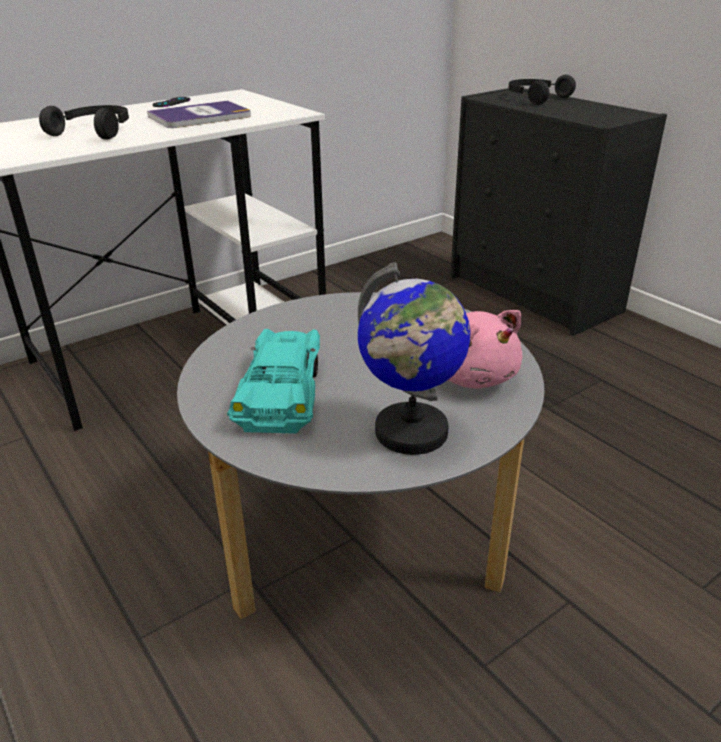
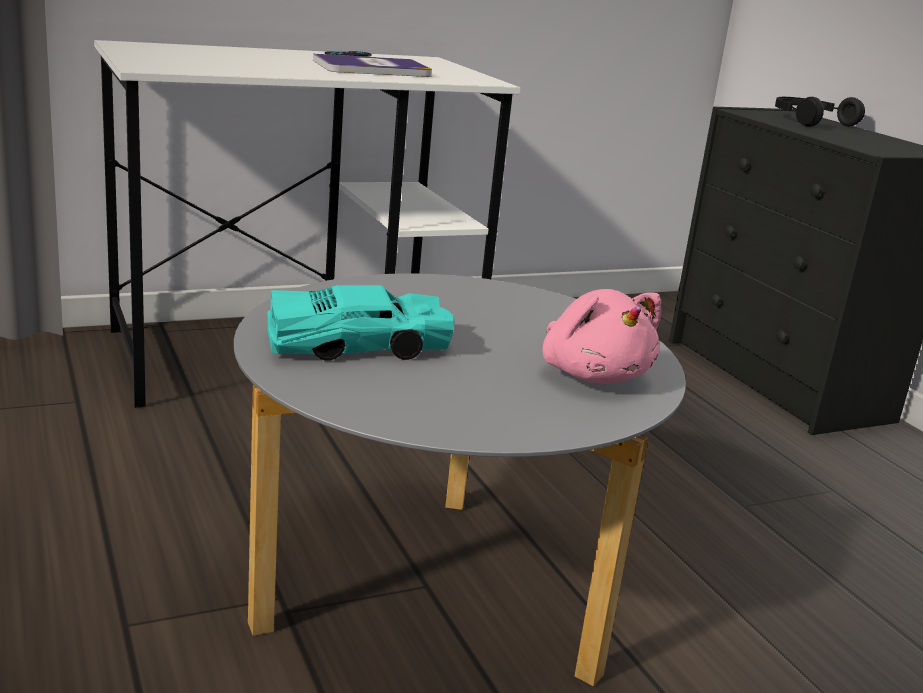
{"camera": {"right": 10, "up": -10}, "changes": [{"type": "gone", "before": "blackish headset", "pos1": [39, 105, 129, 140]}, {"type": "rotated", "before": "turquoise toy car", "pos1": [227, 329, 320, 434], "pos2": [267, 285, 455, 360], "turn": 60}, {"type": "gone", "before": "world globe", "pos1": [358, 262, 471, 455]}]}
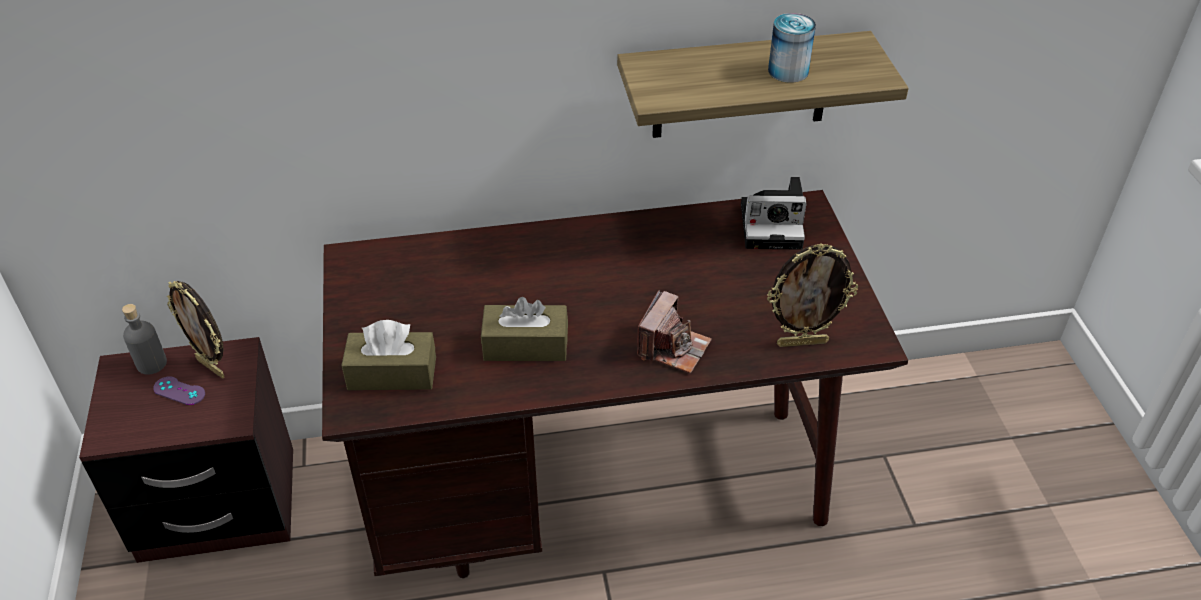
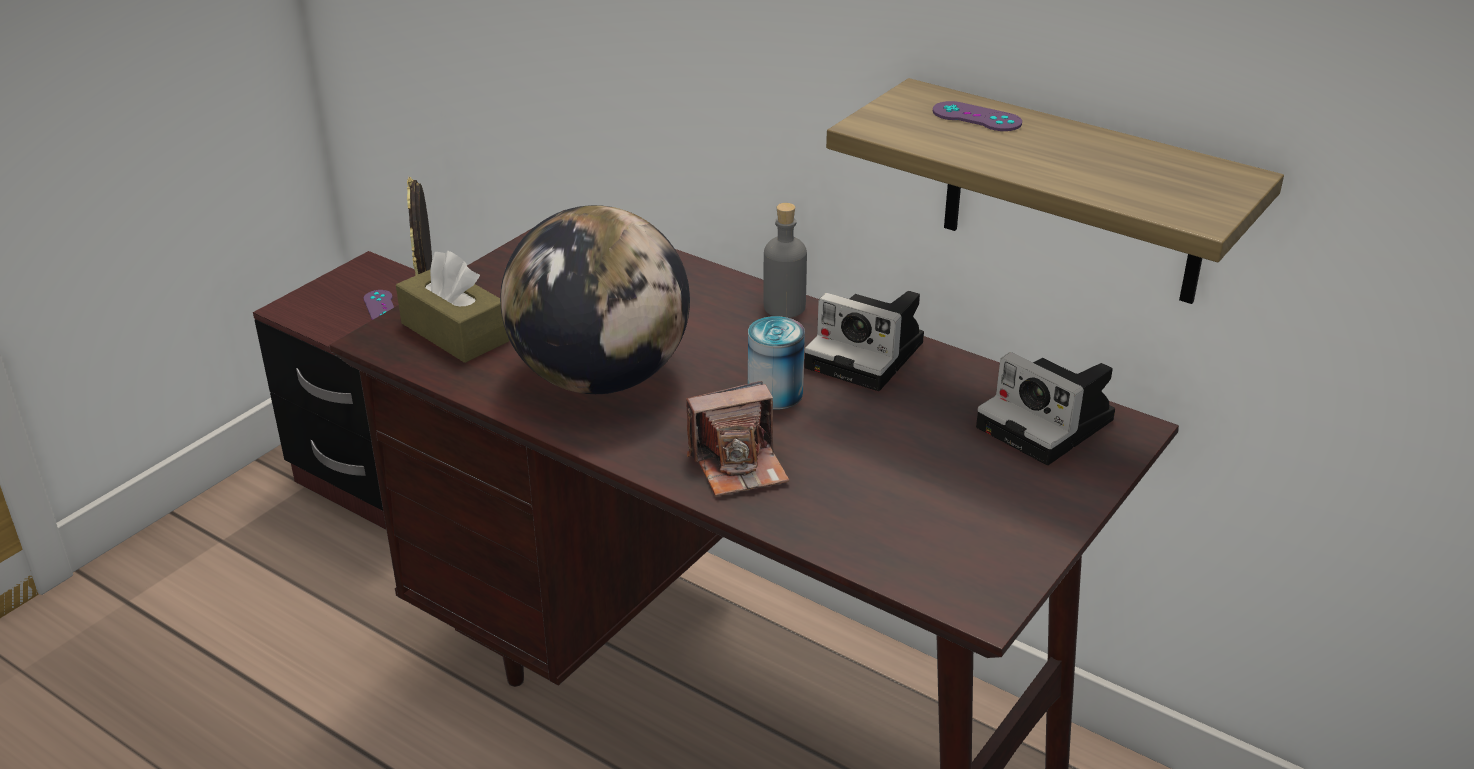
{"camera": {"right": 45, "up": -10}, "changes": [{"type": "shifted", "before": "gray drink bottle", "pos1": [122, 304, 167, 375], "pos2": [764, 203, 807, 318]}, {"type": "swapped", "before": "brownish box of tissues", "after": "world globe", "pos1": [481, 297, 568, 361], "pos2": [500, 205, 690, 394]}, {"type": "gone", "before": "standing frame", "pos1": [767, 243, 858, 347]}, {"type": "shifted", "before": "can", "pos1": [768, 13, 816, 83], "pos2": [748, 316, 805, 410]}, {"type": "new", "after": "still camera", "pos2": [804, 291, 924, 391]}, {"type": "new", "after": "purple game controller", "pos2": [933, 101, 1022, 131]}]}
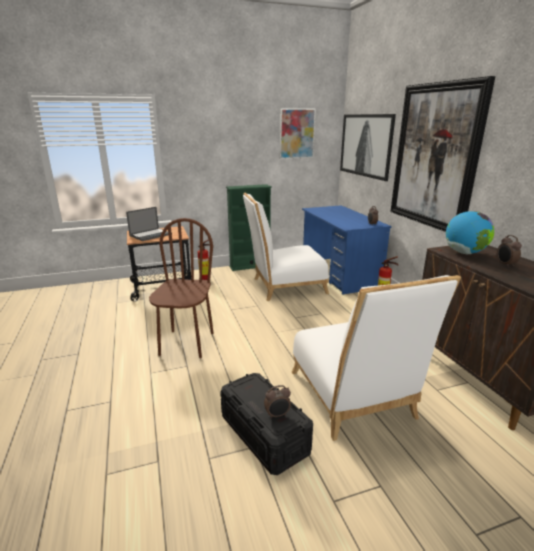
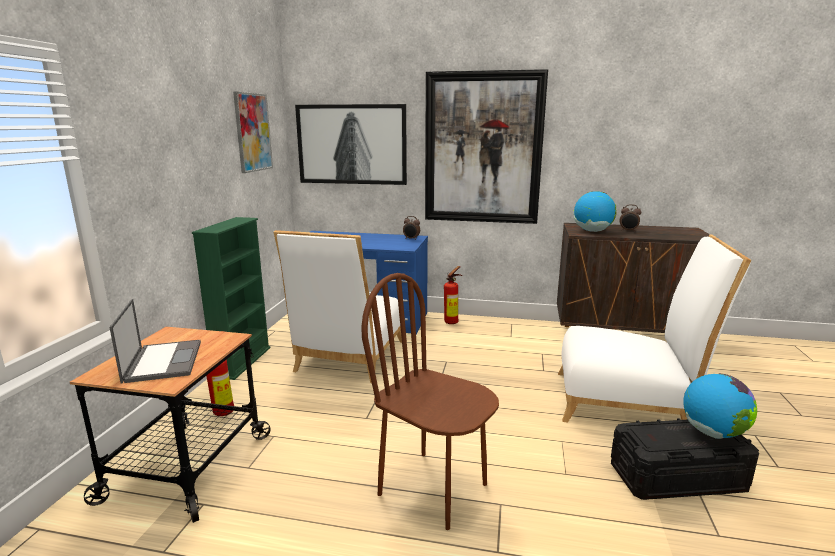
{"camera": {"right": -60, "up": -5}, "changes": [{"type": "swapped", "before": "bedside clock", "after": "world globe", "pos1": [264, 385, 291, 419], "pos2": [683, 373, 757, 439]}]}
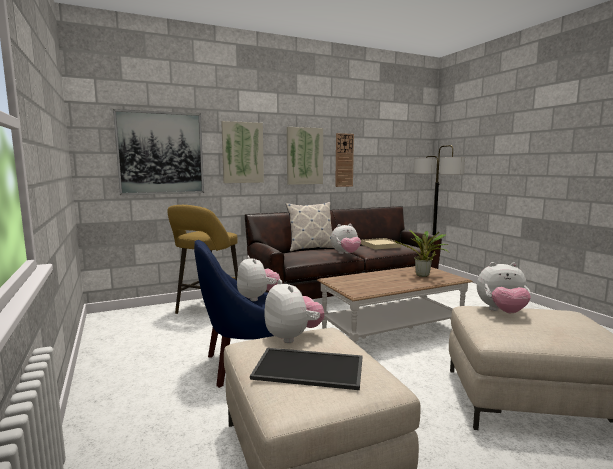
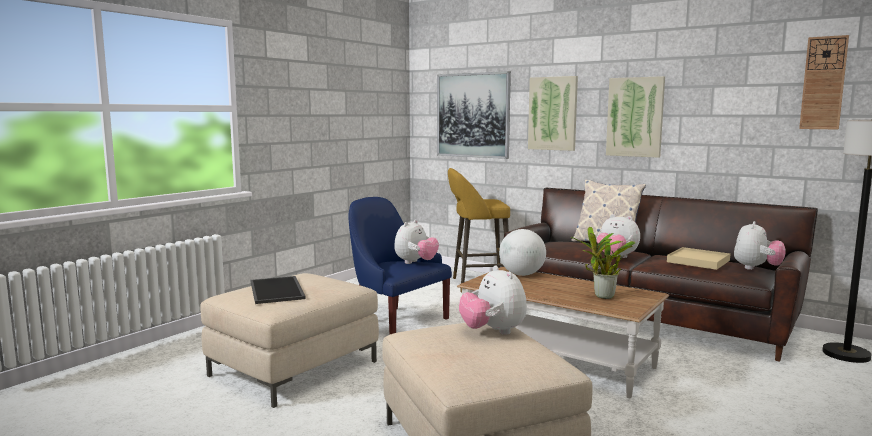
{"camera": {"right": 60, "up": 0}, "changes": [{"type": "shifted", "before": "cuddly toy", "pos1": [265, 279, 324, 343], "pos2": [734, 221, 786, 270]}, {"type": "shifted", "before": "wall clock", "pos1": [335, 133, 354, 187], "pos2": [799, 35, 849, 130]}, {"type": "new", "after": "world globe", "pos2": [499, 229, 546, 276]}]}
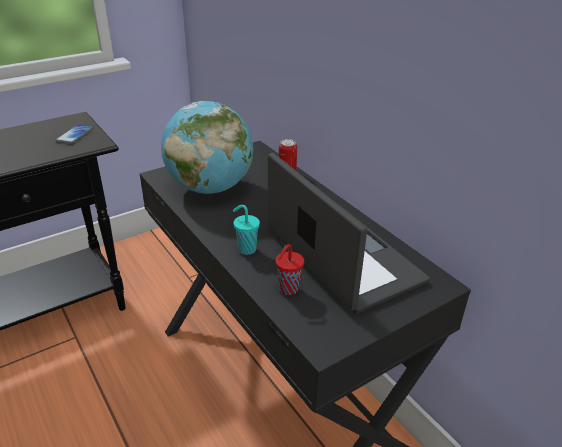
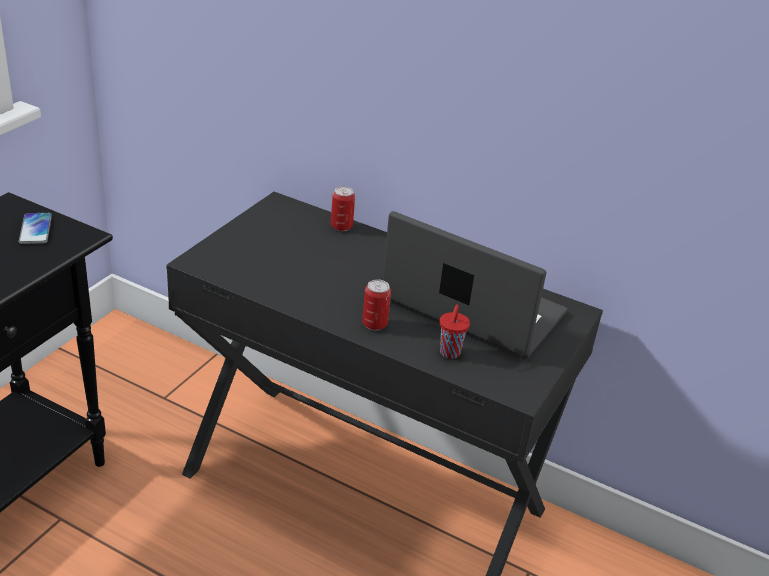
{"camera": {"right": -30, "up": 0}, "changes": [{"type": "gone", "before": "world globe", "pos1": [161, 101, 254, 194]}, {"type": "swapped", "before": "turquoise cup", "after": "can", "pos1": [233, 205, 260, 255], "pos2": [362, 280, 391, 331]}]}
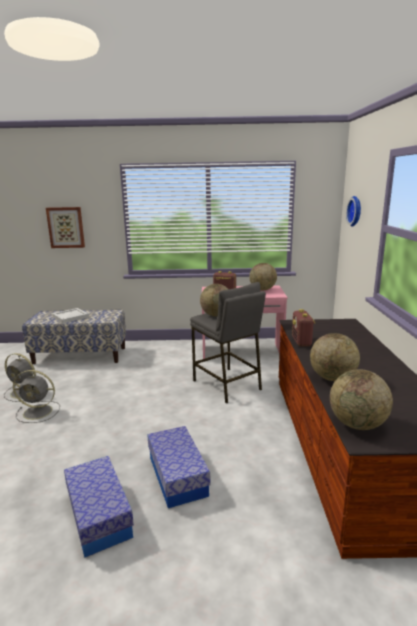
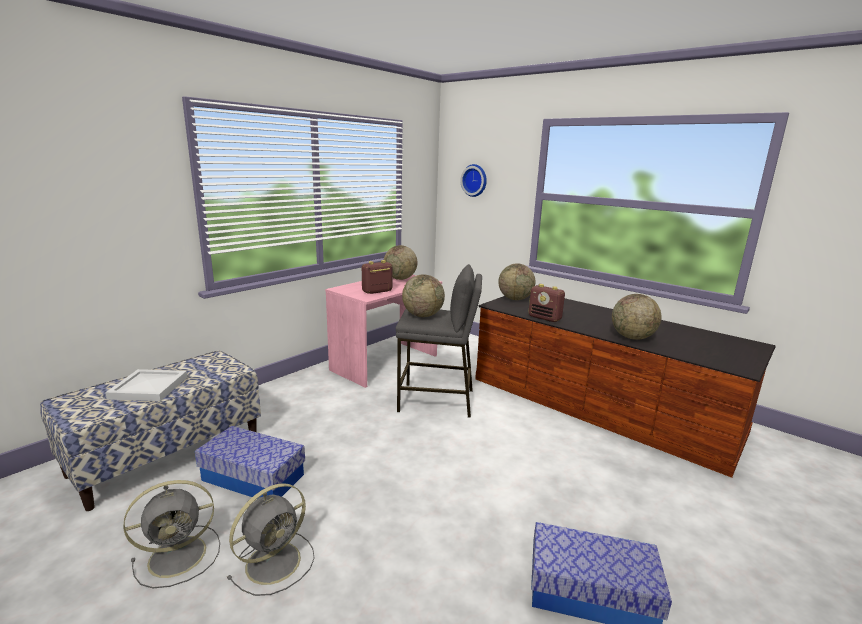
{"camera": {"right": -50, "up": 0}, "changes": [{"type": "gone", "before": "wall picture", "pos1": [46, 207, 85, 248]}, {"type": "shifted", "before": "storage container", "pos1": [147, 426, 211, 508], "pos2": [195, 426, 305, 499]}, {"type": "shifted", "before": "world globe", "pos1": [330, 369, 393, 430], "pos2": [498, 263, 535, 300]}]}
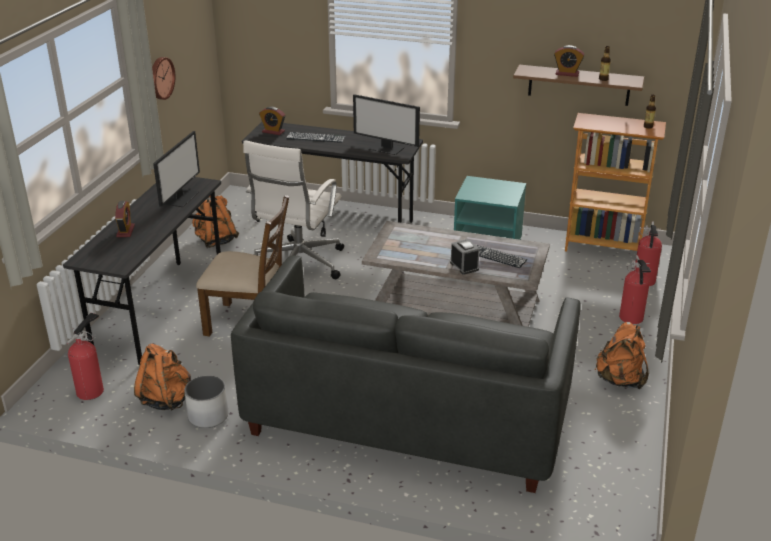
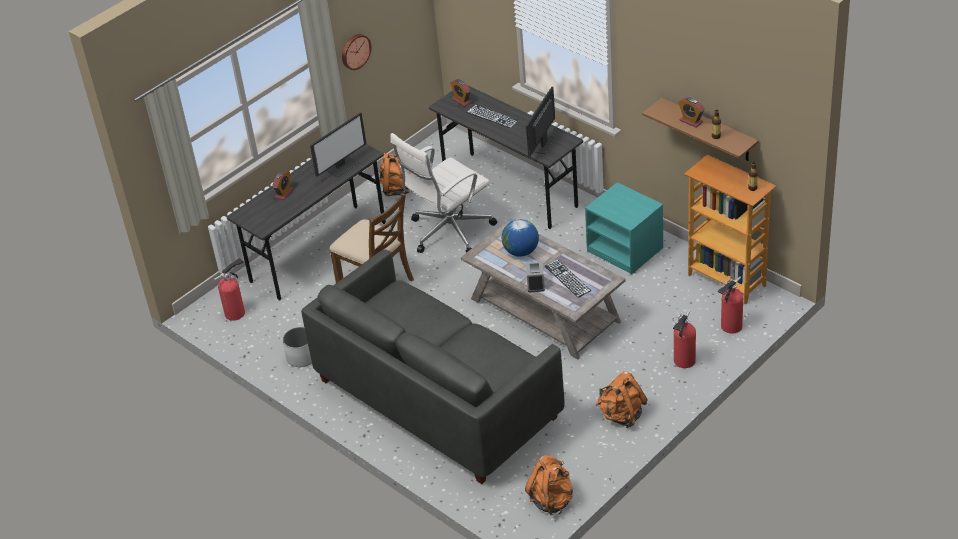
{"camera": {"right": 30, "up": 10}, "changes": [{"type": "shifted", "before": "orange knapsack", "pos1": [134, 344, 191, 411], "pos2": [525, 455, 573, 515]}, {"type": "rotated", "before": "computer display", "pos1": [353, 94, 420, 155], "pos2": [526, 87, 556, 157], "turn": 60}, {"type": "new", "after": "world globe", "pos2": [502, 219, 539, 257]}]}
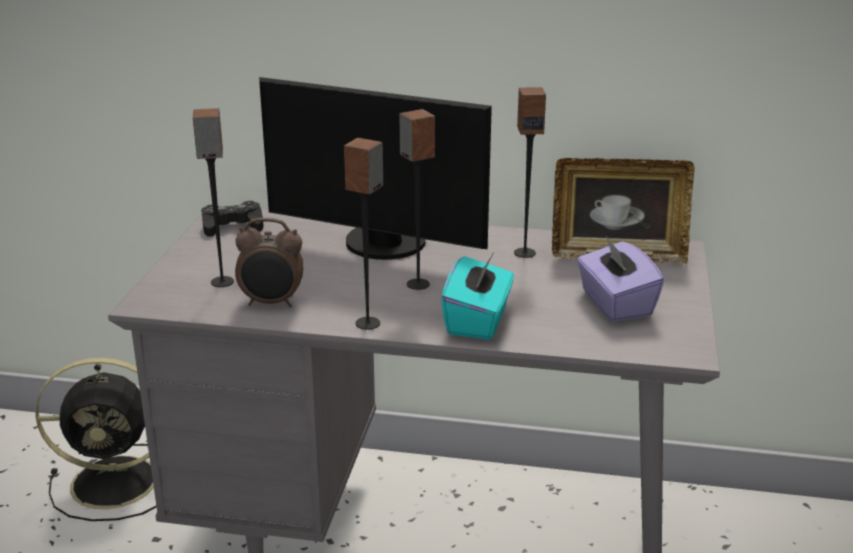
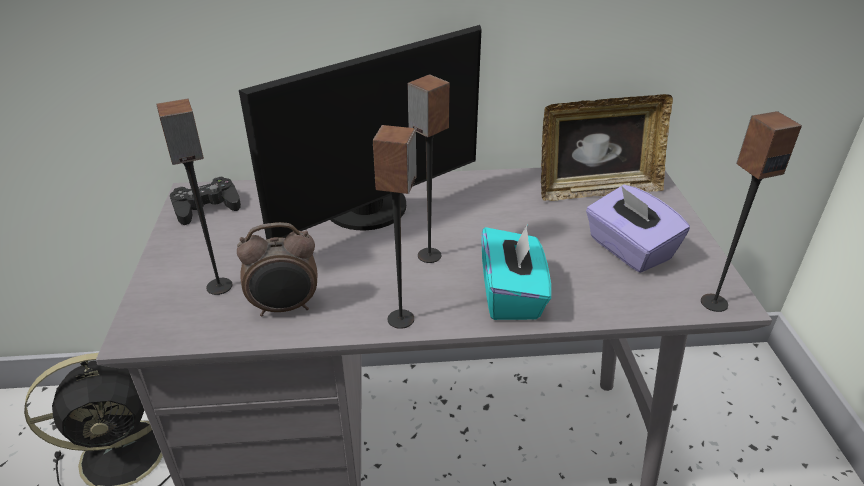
{"camera": {"right": -15, "up": 10}, "changes": [{"type": "rotated", "before": "computer display", "pos1": [259, 77, 492, 260], "pos2": [239, 25, 481, 239], "turn": -45}, {"type": "shifted", "before": "speaker", "pos1": [514, 87, 546, 258], "pos2": [701, 111, 802, 312]}]}
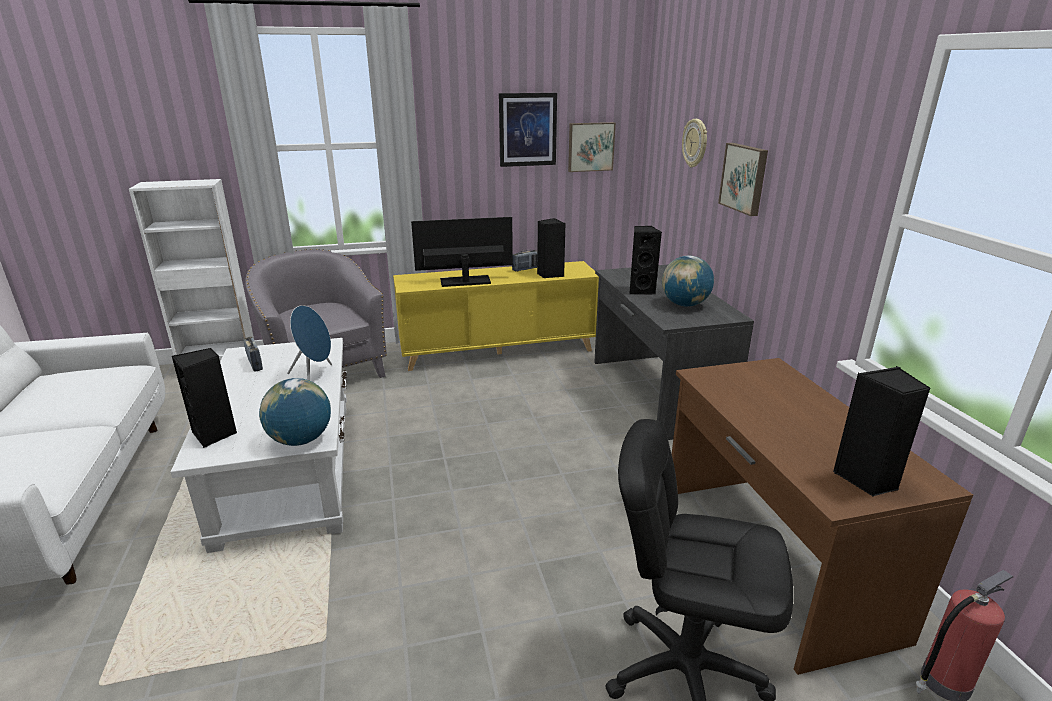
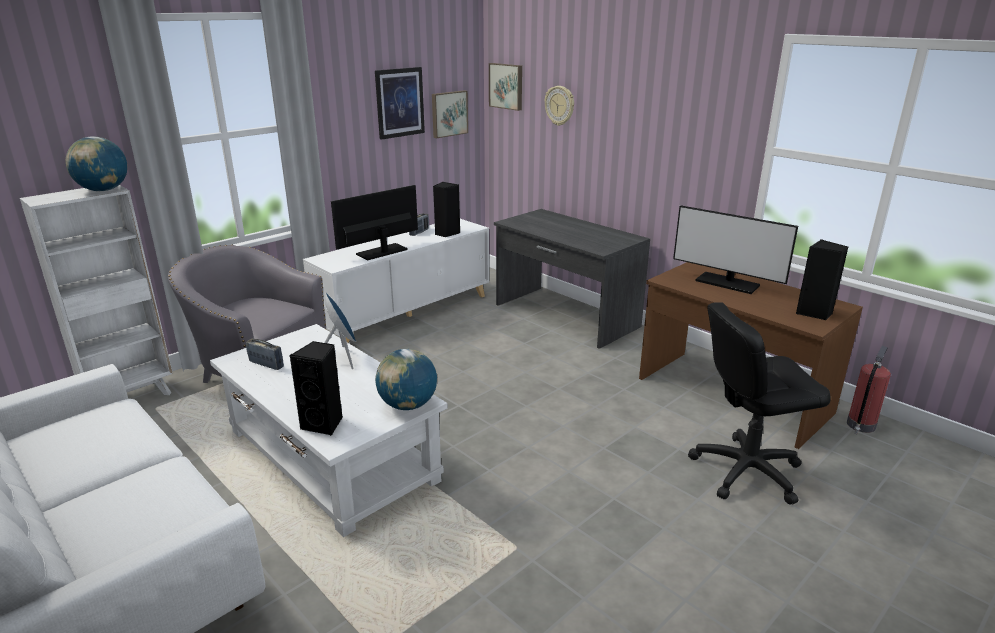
{"camera": {"right": -30, "up": 0}, "changes": [{"type": "repainted", "before": "yellowish cabinet", "after": "white cabinet", "pos1": [393, 261, 599, 371], "pos2": [303, 219, 489, 343]}, {"type": "gone", "before": "blackish speaker", "pos1": [629, 226, 662, 294]}, {"type": "shifted", "before": "world globe", "pos1": [662, 255, 714, 306], "pos2": [65, 137, 127, 191]}, {"type": "shifted", "before": "wall picture", "pos1": [718, 143, 768, 216], "pos2": [489, 63, 522, 111]}, {"type": "new", "after": "computer display", "pos2": [673, 205, 798, 294]}]}
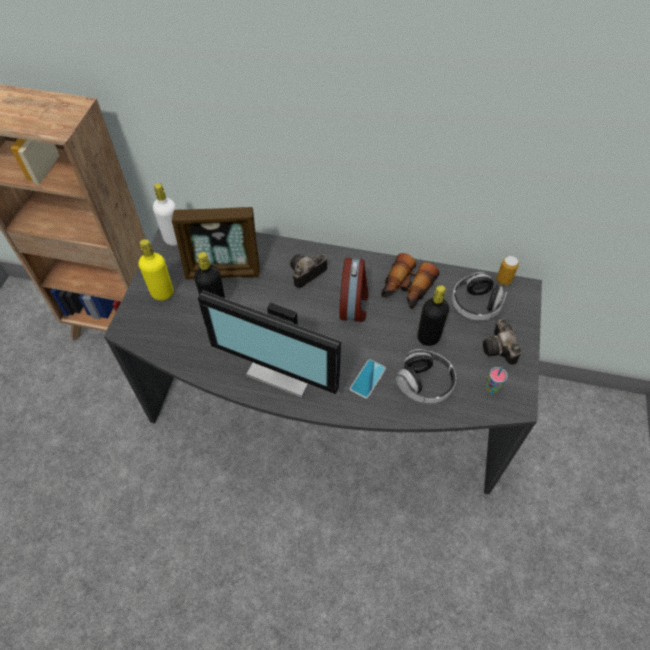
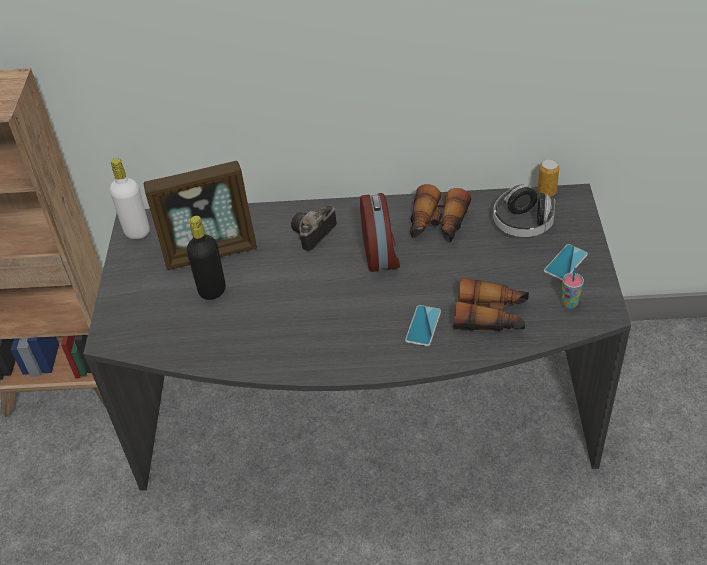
{"camera": {"right": -10, "up": -10}, "changes": [{"type": "gone", "before": "yellowish drink bottle", "pos1": [139, 239, 173, 300]}, {"type": "gone", "before": "computer display", "pos1": [198, 290, 341, 398]}, {"type": "swapped", "before": "headset", "after": "pair of binoculars", "pos1": [396, 349, 456, 404], "pos2": [454, 277, 529, 331]}, {"type": "gone", "before": "blackish drink bottle", "pos1": [417, 285, 449, 346]}, {"type": "swapped", "before": "still camera", "after": "telephone", "pos1": [483, 318, 521, 365], "pos2": [544, 244, 588, 281]}]}
